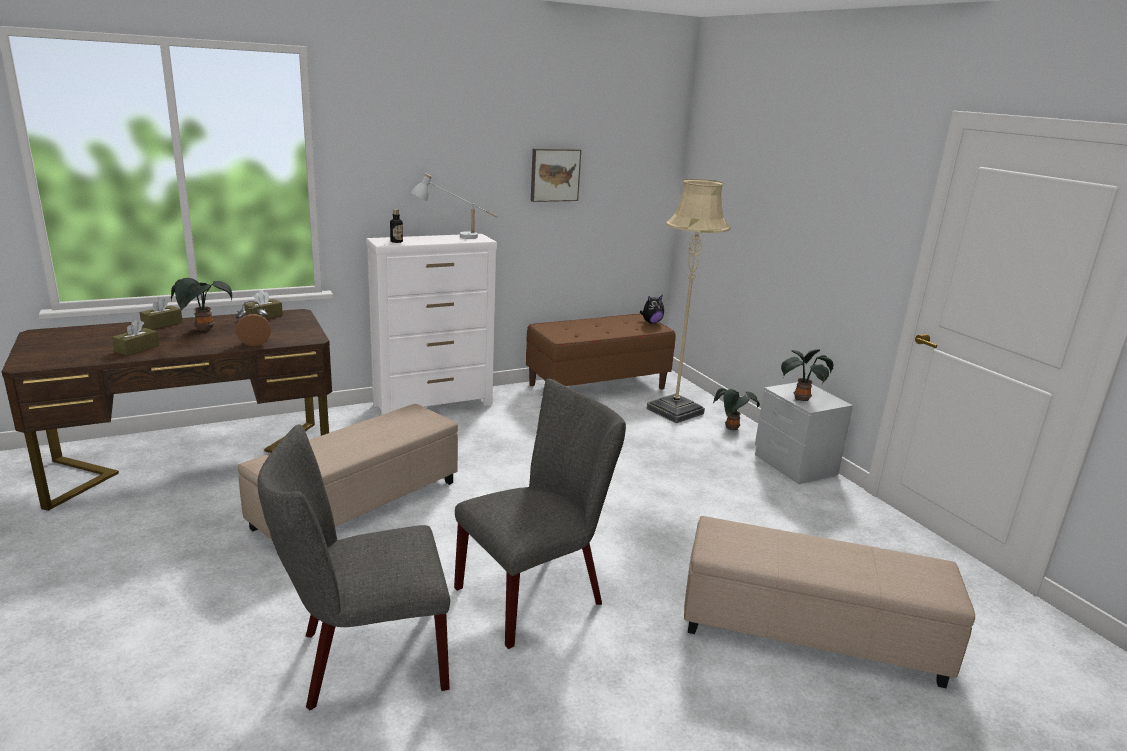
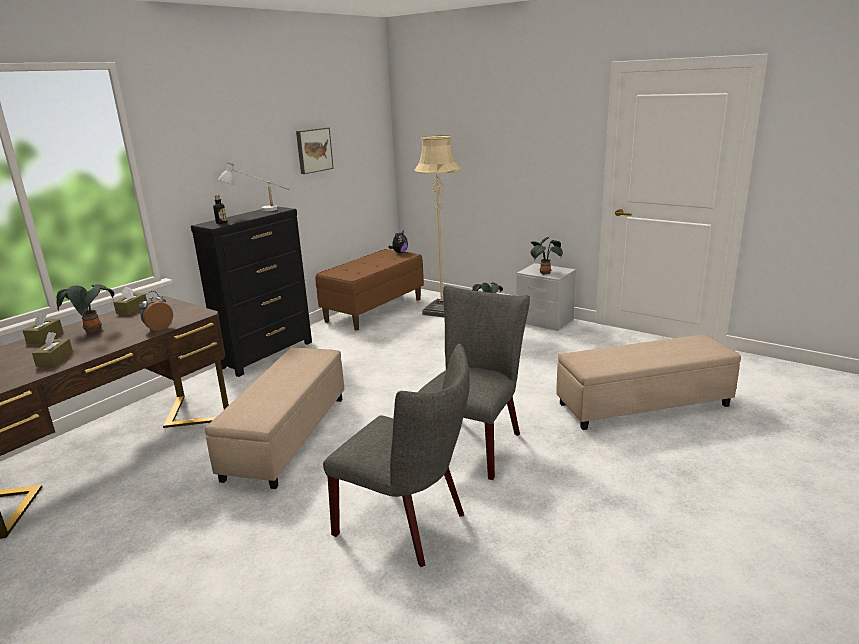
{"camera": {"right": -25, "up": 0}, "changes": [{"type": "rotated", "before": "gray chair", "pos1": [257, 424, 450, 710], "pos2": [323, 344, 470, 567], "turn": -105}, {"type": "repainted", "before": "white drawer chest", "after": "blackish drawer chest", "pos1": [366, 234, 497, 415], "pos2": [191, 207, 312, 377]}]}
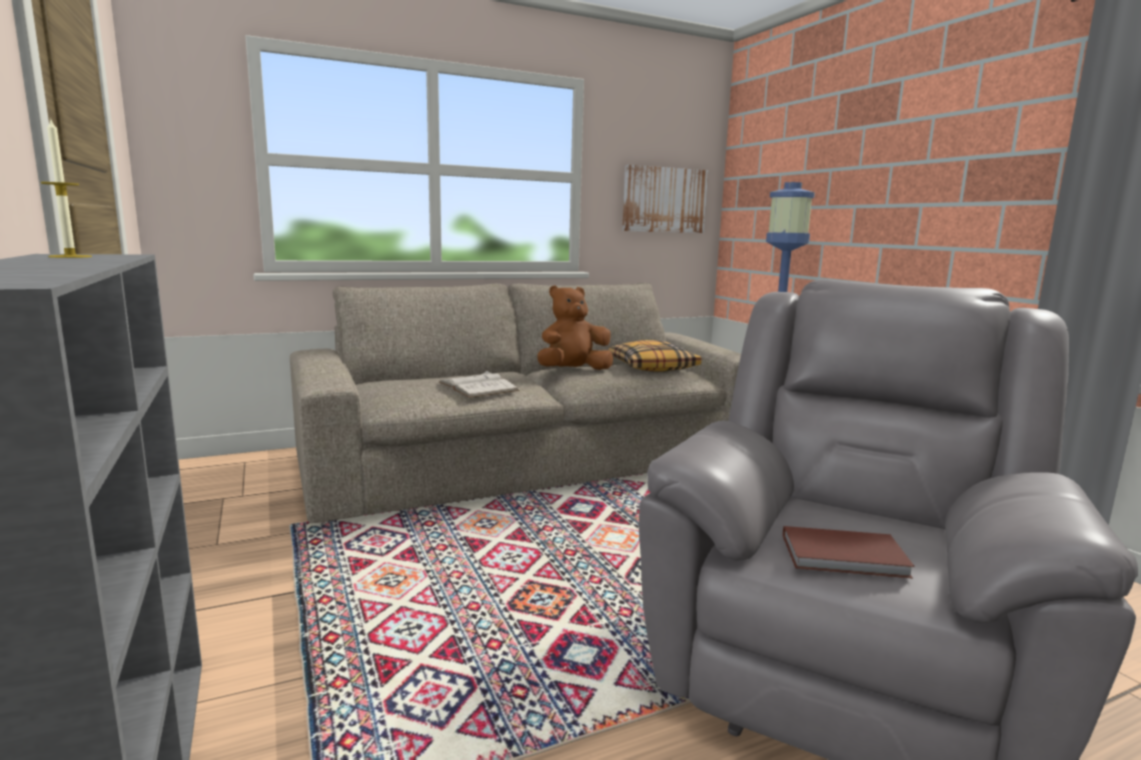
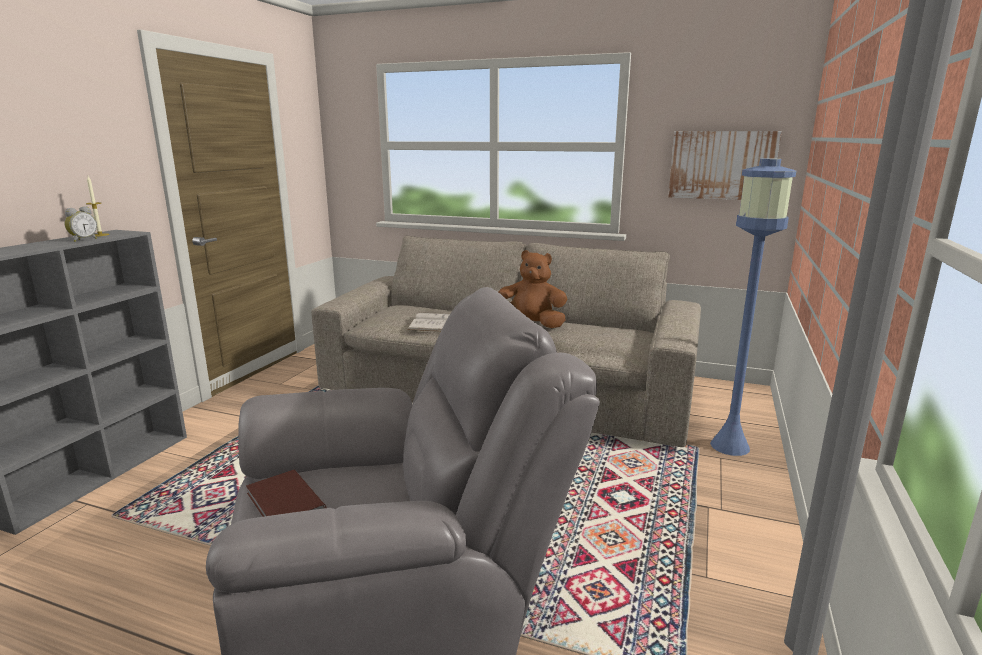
{"camera": {"right": 45, "up": 5}, "changes": [{"type": "gone", "before": "cushion", "pos1": [608, 340, 701, 372]}, {"type": "new", "after": "bedside clock", "pos2": [64, 206, 97, 242]}]}
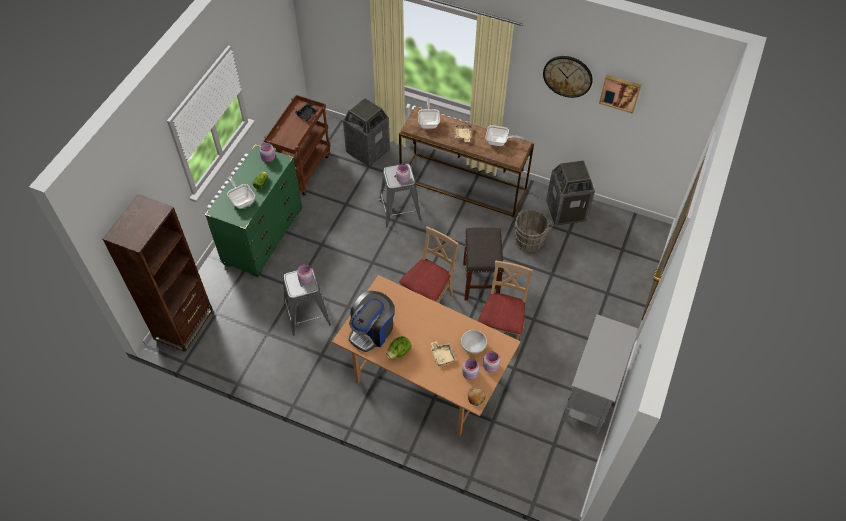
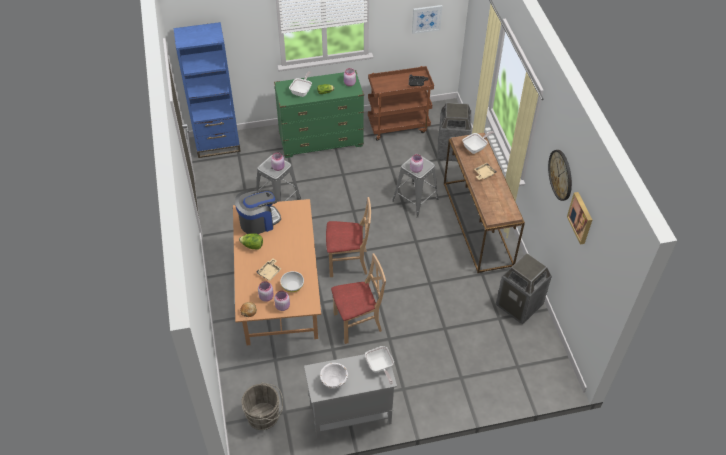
{"camera": {"right": 55, "up": -5}, "changes": [{"type": "repainted", "before": "brownish shelving unit", "after": "bluish shelving unit", "pos1": [102, 194, 213, 352], "pos2": [173, 22, 241, 158]}, {"type": "rotated", "before": "coffee machine", "pos1": [349, 291, 395, 352], "pos2": [235, 189, 281, 234], "turn": 150}, {"type": "gone", "before": "gray stool seat", "pos1": [463, 227, 504, 300]}, {"type": "shifted", "before": "skillet", "pos1": [485, 125, 524, 146], "pos2": [365, 346, 394, 384]}, {"type": "shifted", "before": "gray bucket", "pos1": [515, 210, 553, 252], "pos2": [241, 382, 283, 430]}, {"type": "new", "after": "white bowl", "pos2": [320, 363, 348, 389]}, {"type": "new", "after": "wall picture", "pos2": [412, 5, 442, 34]}]}
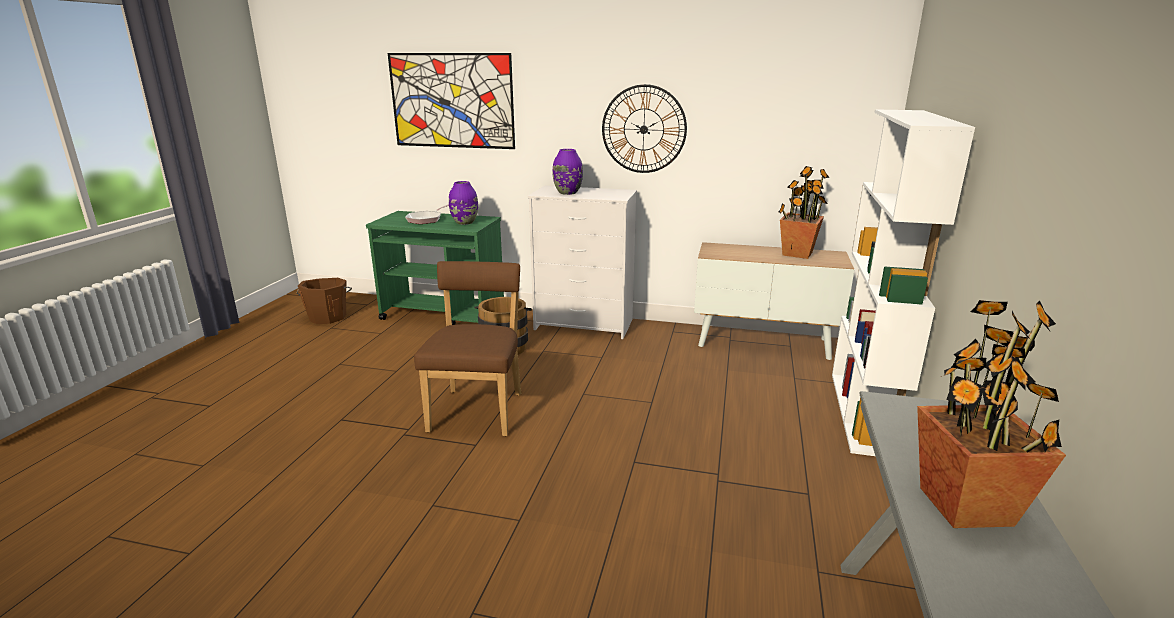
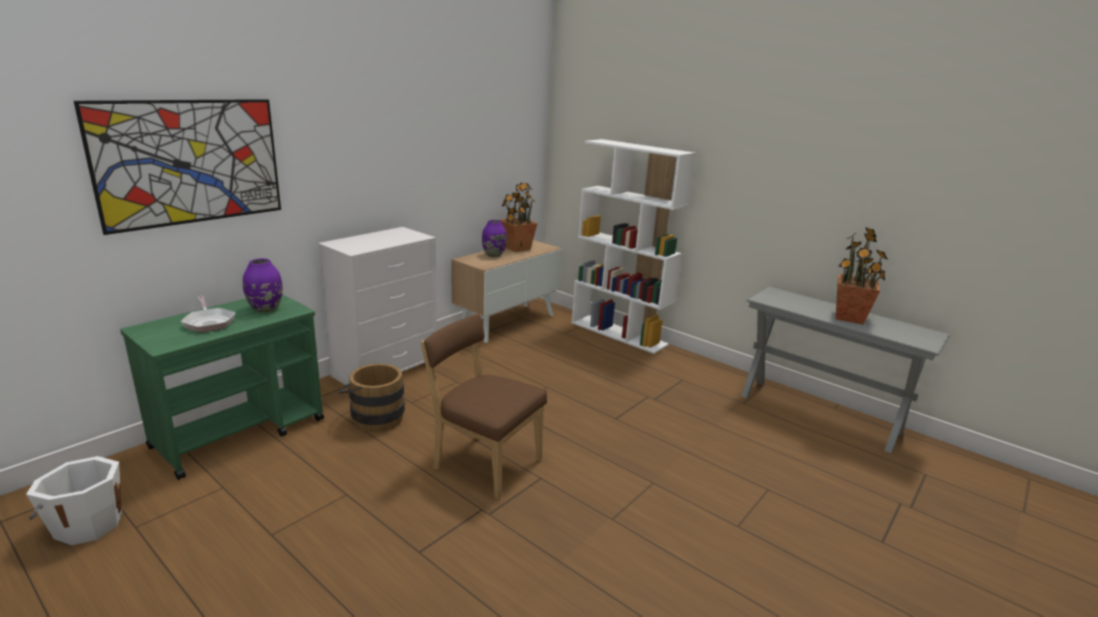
{"camera": {"right": -65, "up": 0}, "changes": [{"type": "repainted", "before": "brownish bucket", "after": "white bucket", "pos1": [297, 278, 352, 324], "pos2": [26, 456, 122, 545]}, {"type": "shifted", "before": "purple decorative vase", "pos1": [553, 149, 583, 195], "pos2": [482, 220, 507, 257]}, {"type": "gone", "before": "wall clock", "pos1": [602, 84, 687, 173]}]}
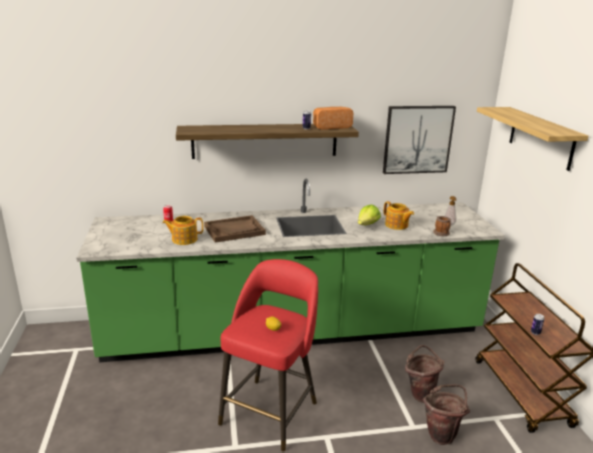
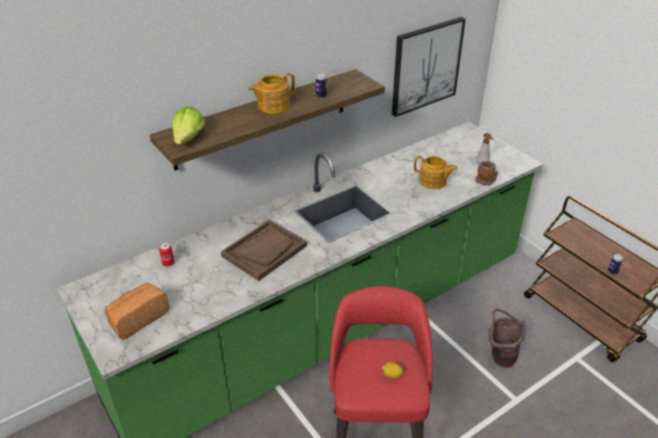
{"camera": {"right": -25, "up": 15}, "changes": [{"type": "shifted", "before": "tea pot", "pos1": [162, 216, 203, 245], "pos2": [249, 73, 295, 114]}, {"type": "shifted", "before": "bakery bread", "pos1": [313, 107, 353, 130], "pos2": [104, 283, 170, 340]}, {"type": "shifted", "before": "lettuce head", "pos1": [358, 205, 381, 225], "pos2": [172, 106, 206, 144]}, {"type": "gone", "before": "brownish bucket", "pos1": [423, 384, 470, 445]}, {"type": "gone", "before": "shelf", "pos1": [477, 107, 589, 171]}]}
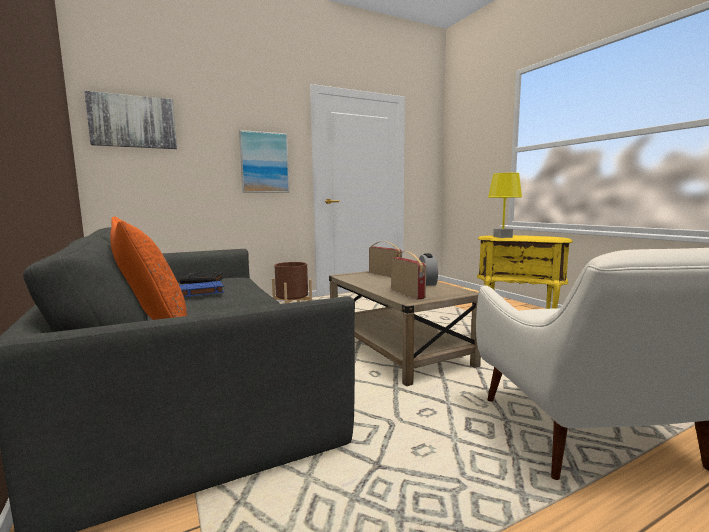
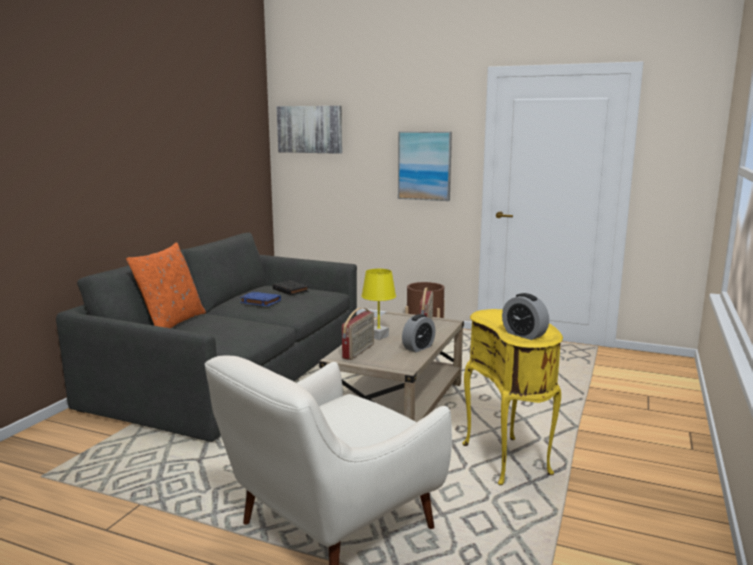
{"camera": {"right": 50, "up": 5}, "changes": [{"type": "shifted", "before": "yellowish lamp for a table", "pos1": [488, 173, 522, 238], "pos2": [361, 269, 396, 340]}, {"type": "new", "after": "bedside clock", "pos2": [502, 293, 549, 340]}]}
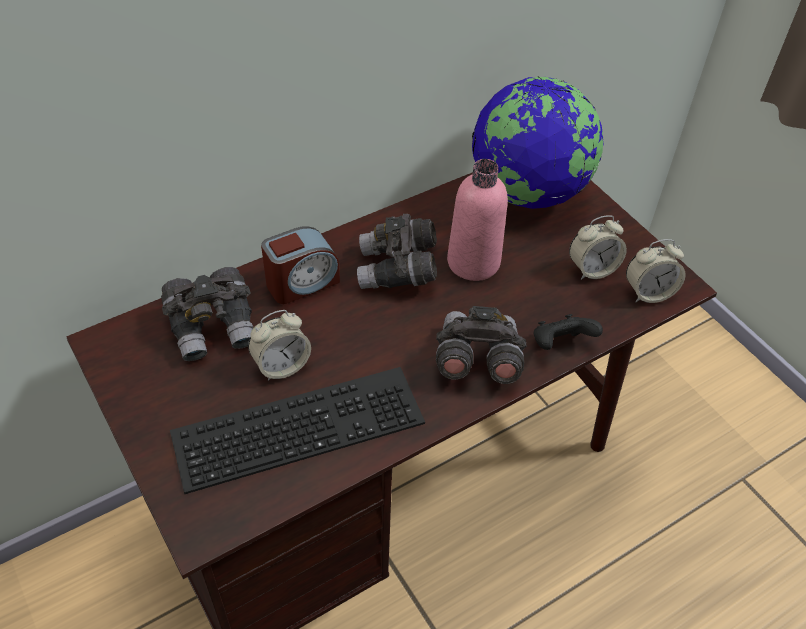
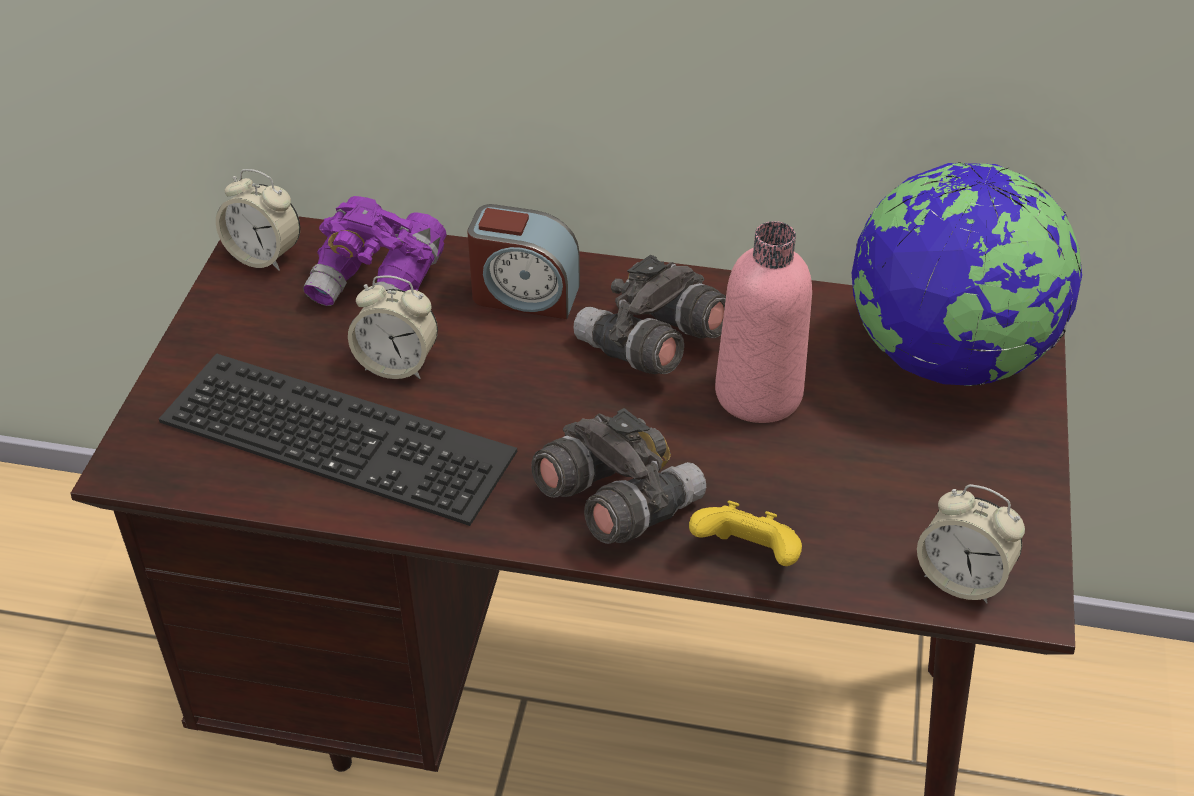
{"camera": {"right": 45, "up": -5}, "changes": [{"type": "repainted", "before": "gray pair of binoculars", "after": "purple pair of binoculars", "pos1": [161, 267, 253, 361], "pos2": [303, 196, 446, 306]}, {"type": "repainted", "before": "blackish game controller", "after": "yellowish game controller", "pos1": [534, 314, 603, 350], "pos2": [689, 500, 802, 566]}, {"type": "shifted", "before": "bedside clock", "pos1": [569, 215, 627, 280], "pos2": [216, 169, 300, 271]}]}
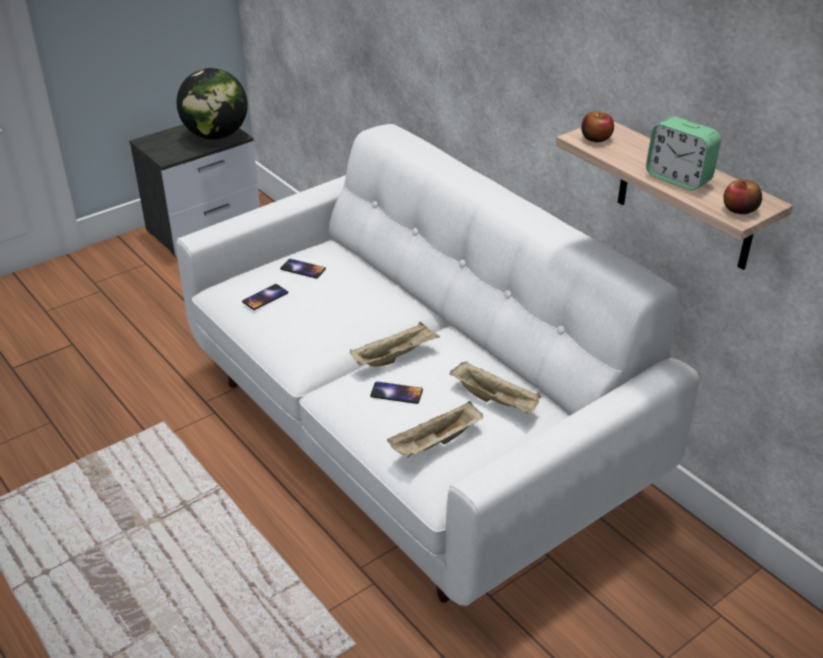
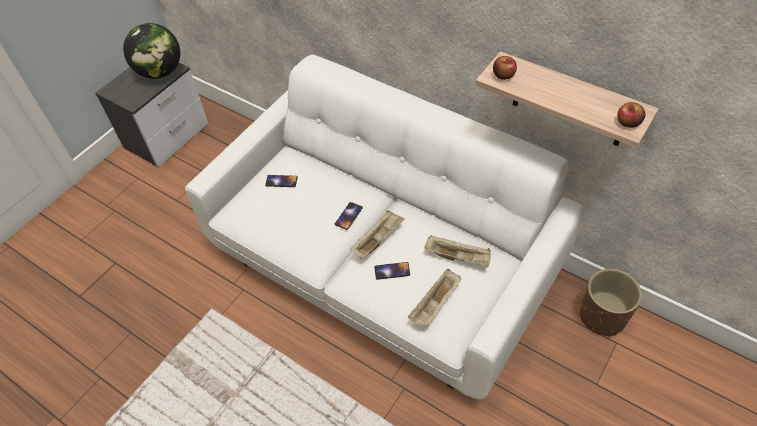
{"camera": {"right": -15, "up": 15}, "changes": [{"type": "shifted", "before": "telephone", "pos1": [242, 284, 288, 310], "pos2": [335, 202, 363, 230]}, {"type": "gone", "before": "bedside clock", "pos1": [646, 117, 721, 190]}, {"type": "new", "after": "brownish flower pot", "pos2": [580, 269, 642, 337]}]}
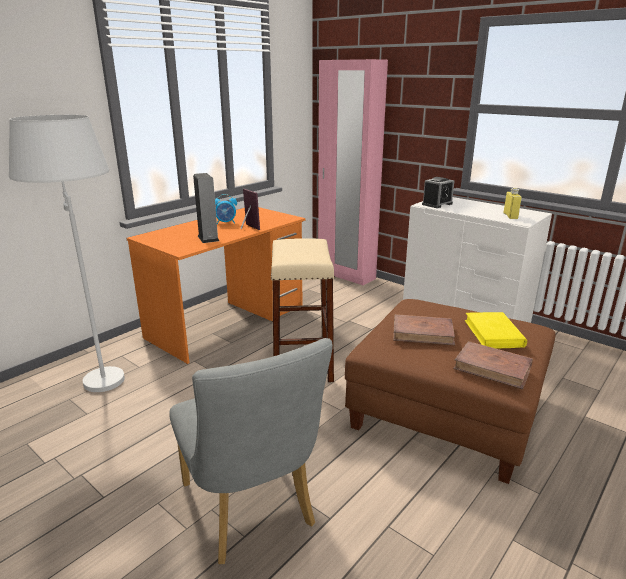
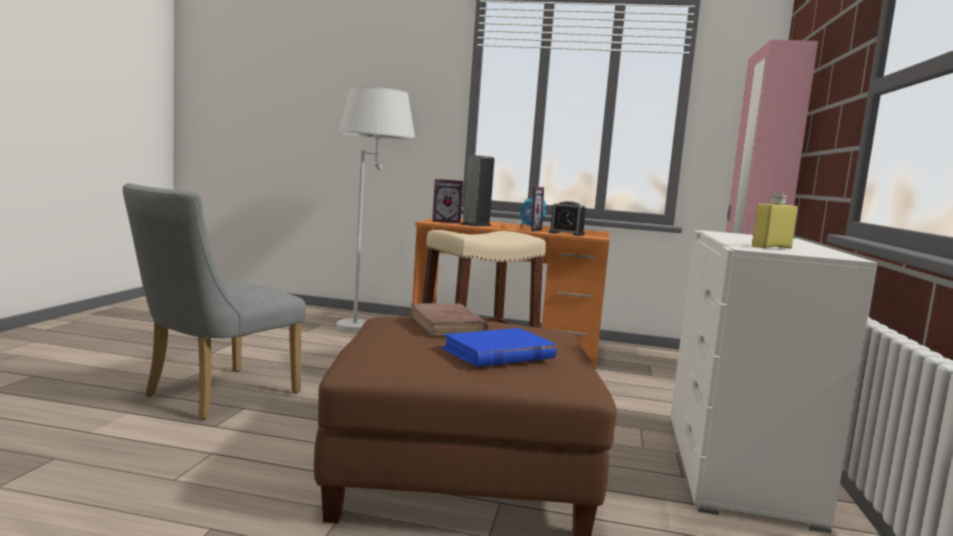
{"camera": {"right": 60, "up": -15}, "changes": [{"type": "shifted", "before": "bedside clock", "pos1": [422, 177, 455, 208], "pos2": [548, 201, 586, 236]}, {"type": "gone", "before": "brownish book", "pos1": [453, 341, 533, 389]}, {"type": "repainted", "before": "yellowish book", "after": "bluish book", "pos1": [465, 312, 527, 348], "pos2": [441, 328, 557, 367]}, {"type": "new", "after": "standing frame", "pos2": [432, 179, 463, 223]}]}
